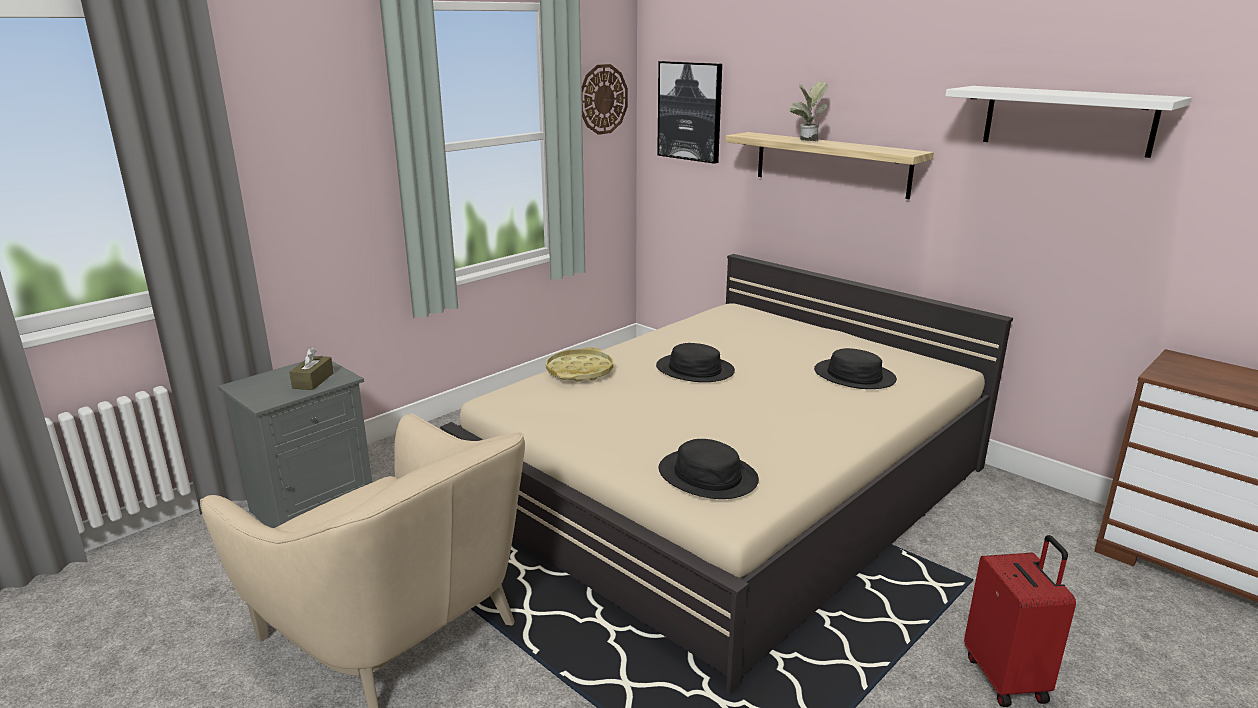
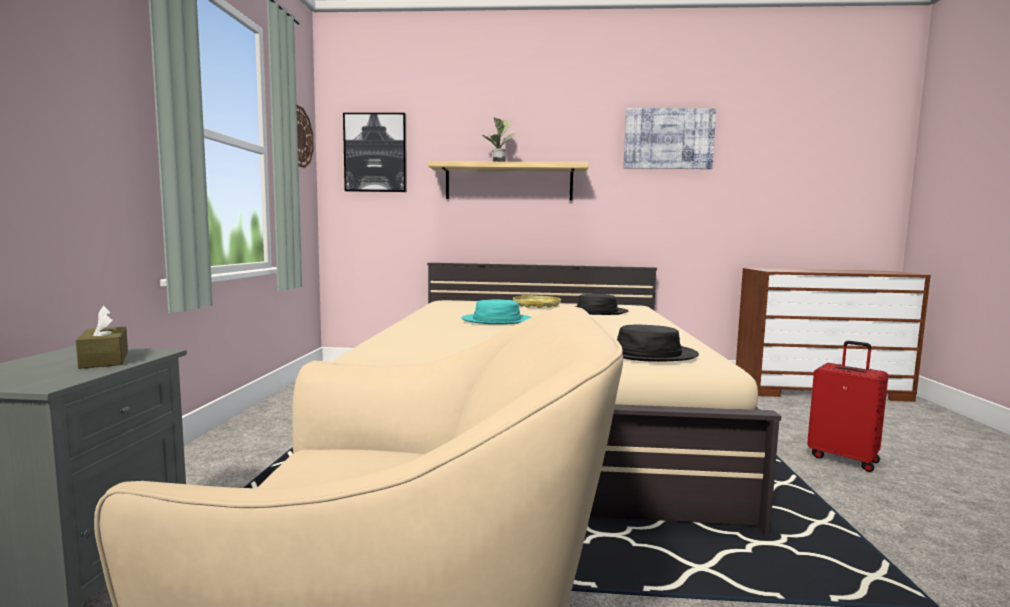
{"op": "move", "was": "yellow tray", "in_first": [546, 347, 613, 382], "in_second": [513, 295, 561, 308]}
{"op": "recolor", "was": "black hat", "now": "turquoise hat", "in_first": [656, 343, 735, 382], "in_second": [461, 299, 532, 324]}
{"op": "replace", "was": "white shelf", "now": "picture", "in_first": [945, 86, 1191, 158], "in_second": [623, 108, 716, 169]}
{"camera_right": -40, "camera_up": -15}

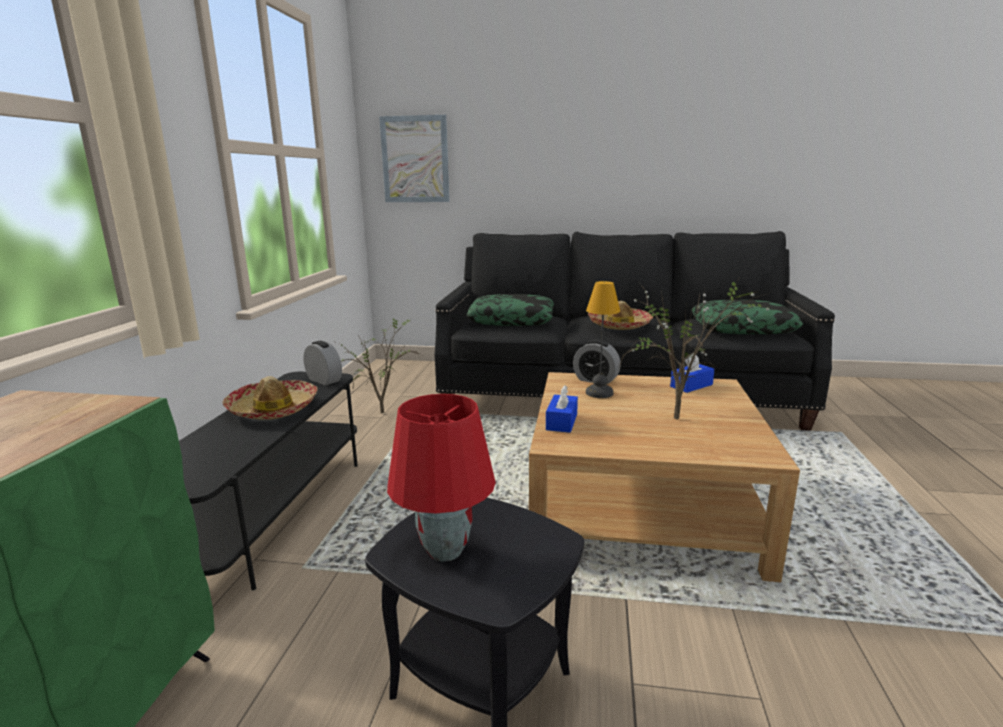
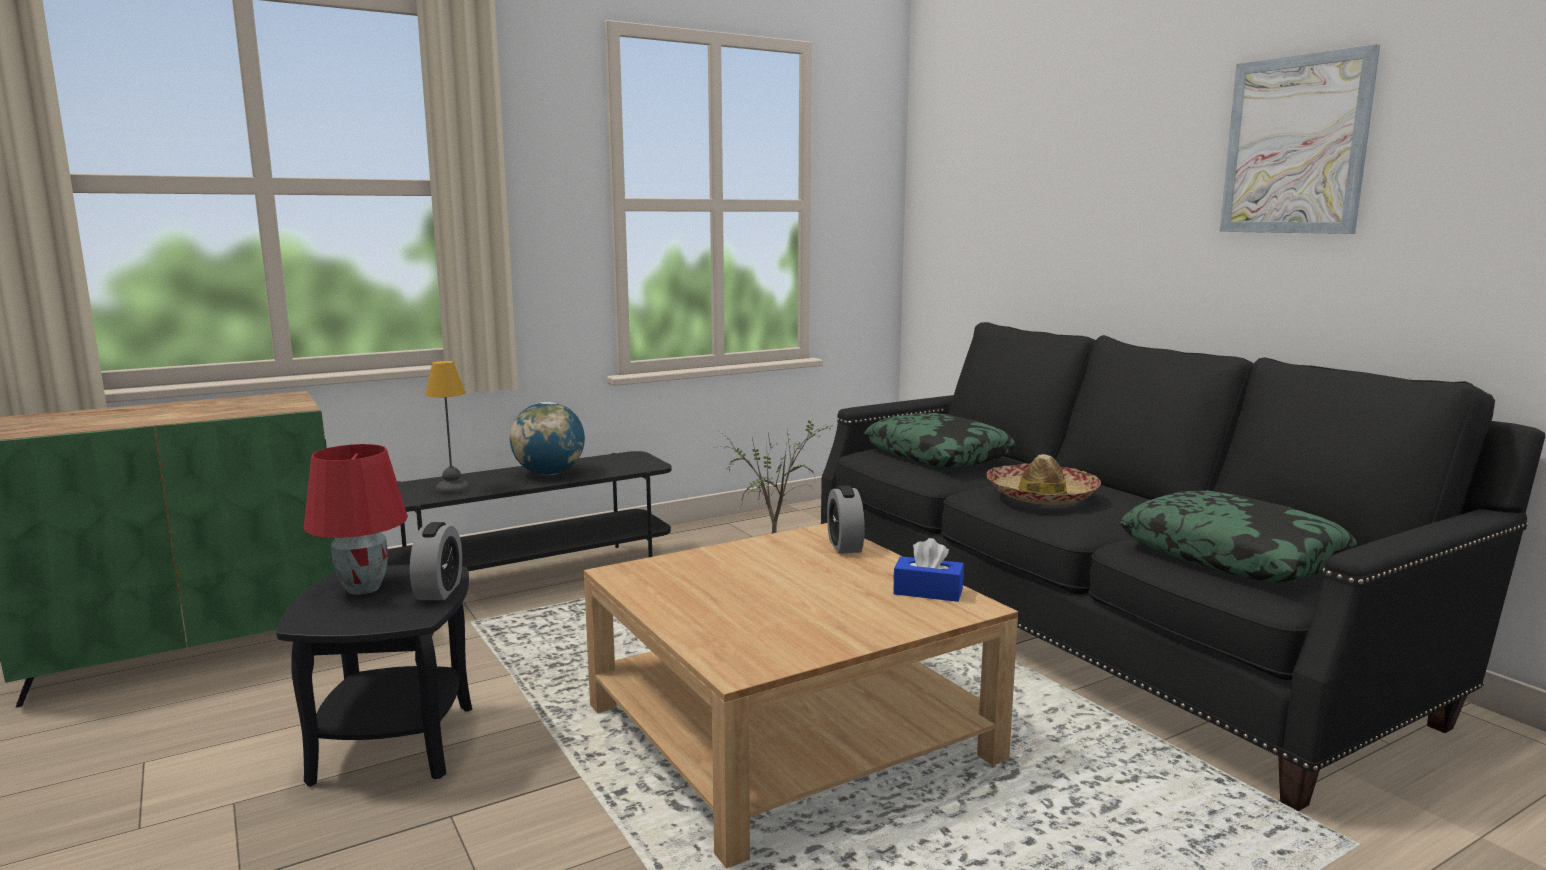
{"op": "replace", "was": "hat", "now": "globe", "in_first": [223, 376, 317, 420], "in_second": [510, 402, 585, 475]}
{"op": "move", "was": "alarm clock", "in_first": [303, 341, 342, 386], "in_second": [410, 522, 462, 600]}
{"op": "move", "was": "picture", "in_first": [379, 115, 450, 202], "in_second": [1219, 44, 1380, 234]}
{"op": "delete", "was": "blue tissue box", "in_first": [546, 385, 578, 433]}
{"op": "move", "was": "table lamp", "in_first": [586, 281, 620, 398], "in_second": [425, 361, 469, 494]}
{"op": "delete", "was": "potted plant", "in_first": [618, 274, 772, 420]}
{"camera_right": 50, "camera_up": -5}

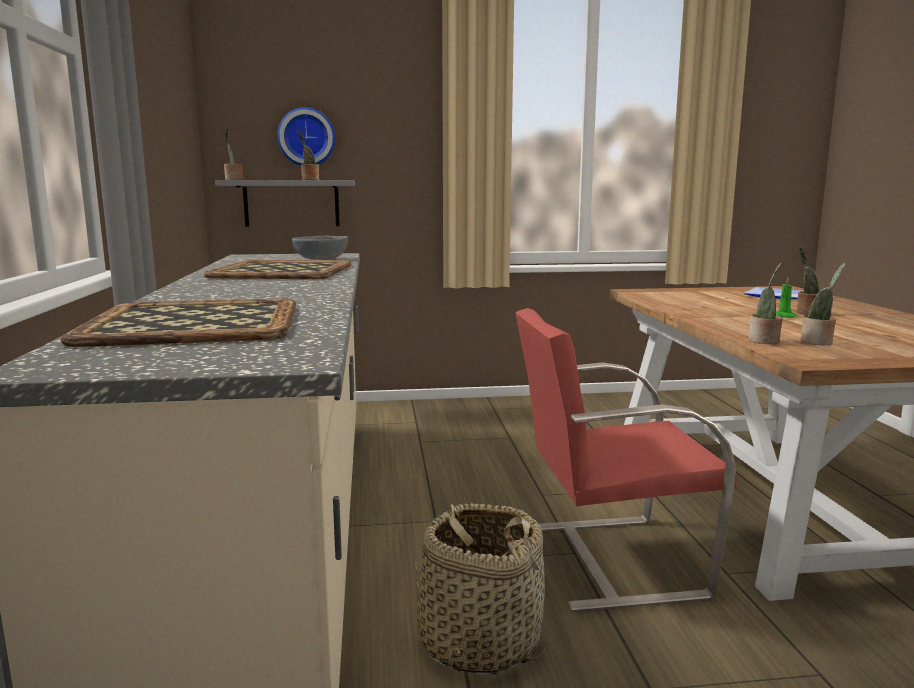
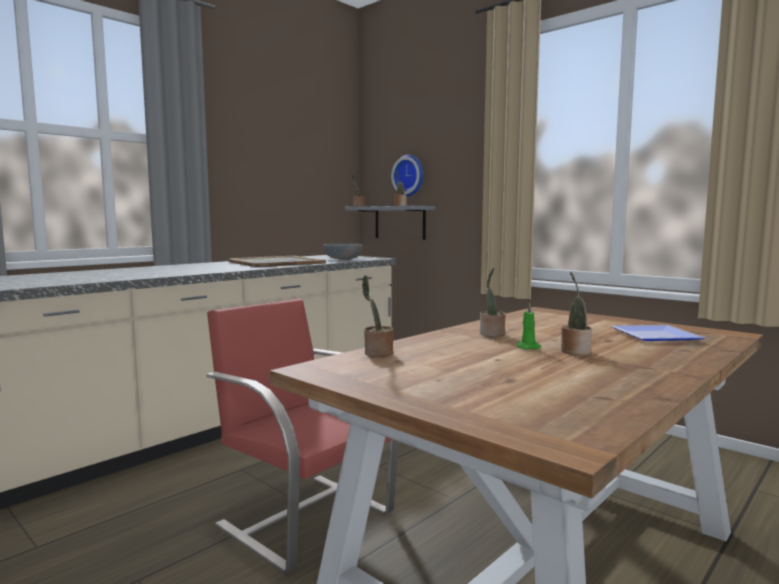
{"op": "delete", "was": "tray", "in_first": [60, 298, 296, 347]}
{"op": "delete", "was": "basket", "in_first": [415, 503, 547, 675]}
{"op": "move", "was": "potted plant", "in_first": [801, 263, 845, 345], "in_second": [480, 267, 506, 337]}
{"camera_right": 50, "camera_up": -5}

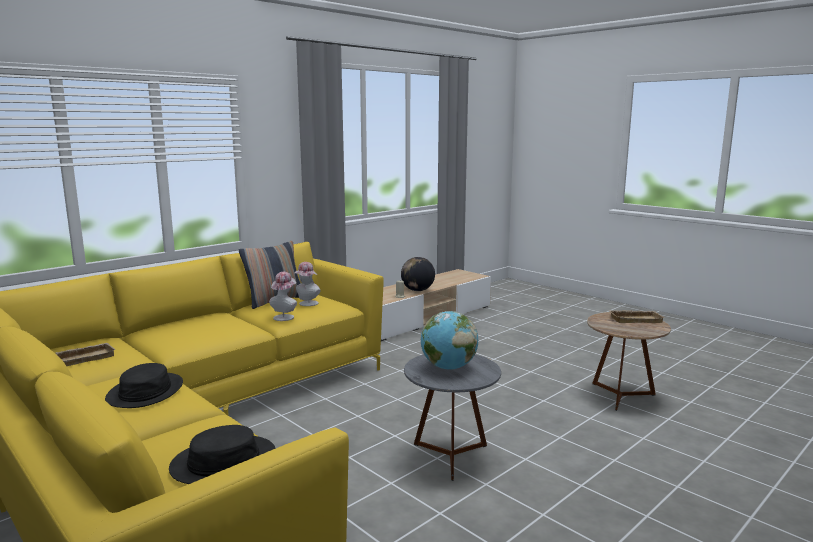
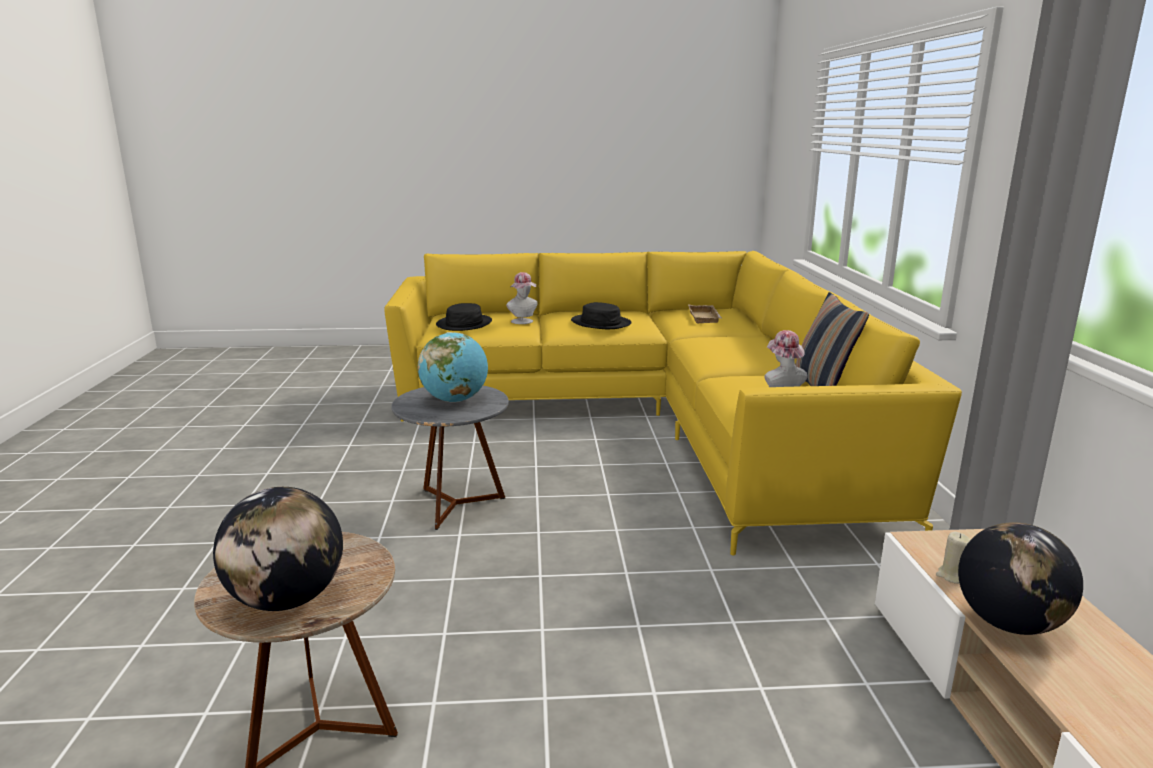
{"op": "move", "was": "hat", "in_first": [269, 272, 297, 321], "in_second": [506, 272, 538, 324]}
{"op": "replace", "was": "beige tray", "now": "globe", "in_first": [609, 310, 665, 323], "in_second": [213, 487, 343, 611]}
{"camera_right": 130, "camera_up": 5}

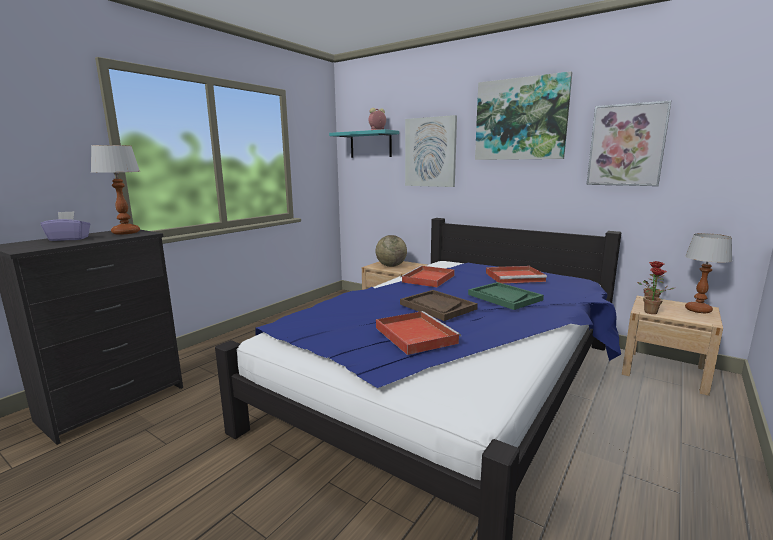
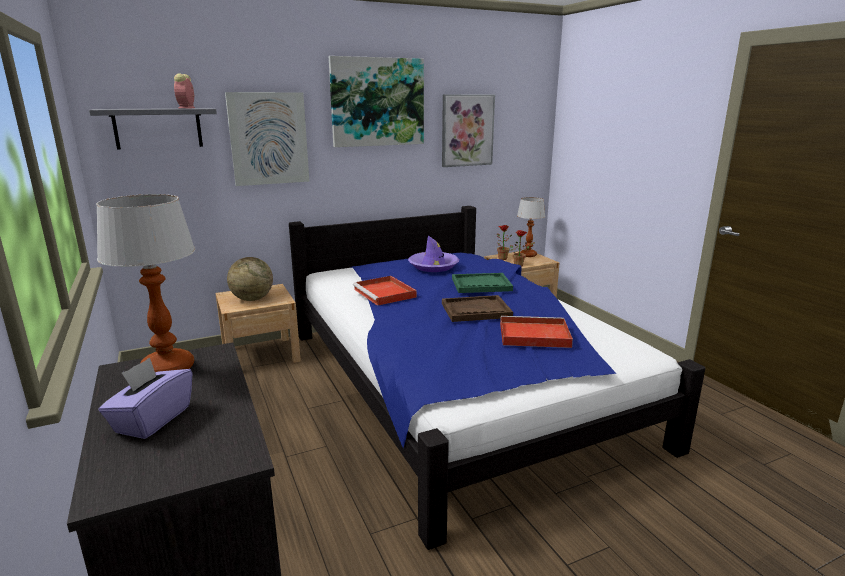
{"op": "recolor", "was": "turquoise shelf", "now": "grey shelf", "in_first": [329, 129, 399, 158], "in_second": [89, 108, 217, 149]}
{"op": "replace", "was": "red tray", "now": "purple hat", "in_first": [486, 266, 547, 283], "in_second": [408, 235, 459, 272]}
{"camera_right": -60, "camera_up": 5}

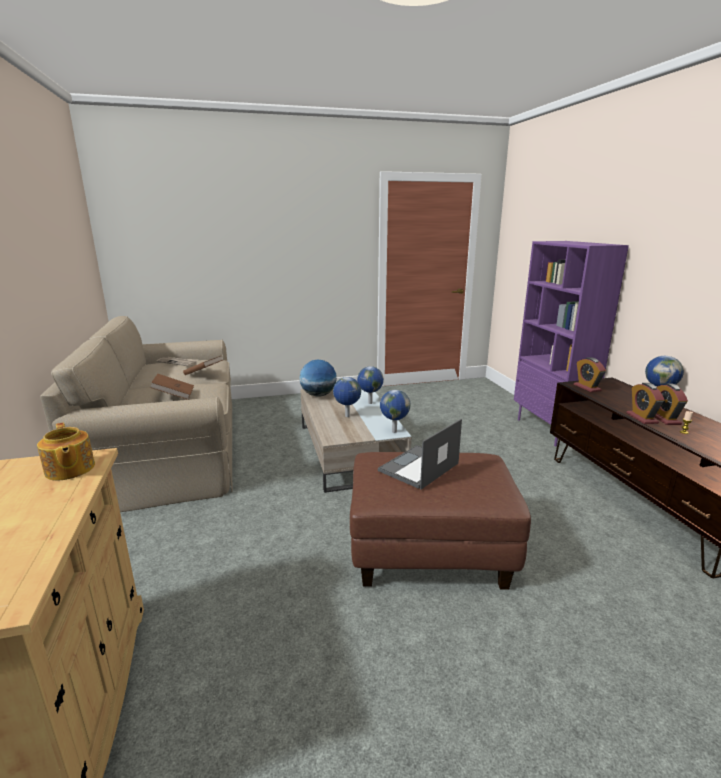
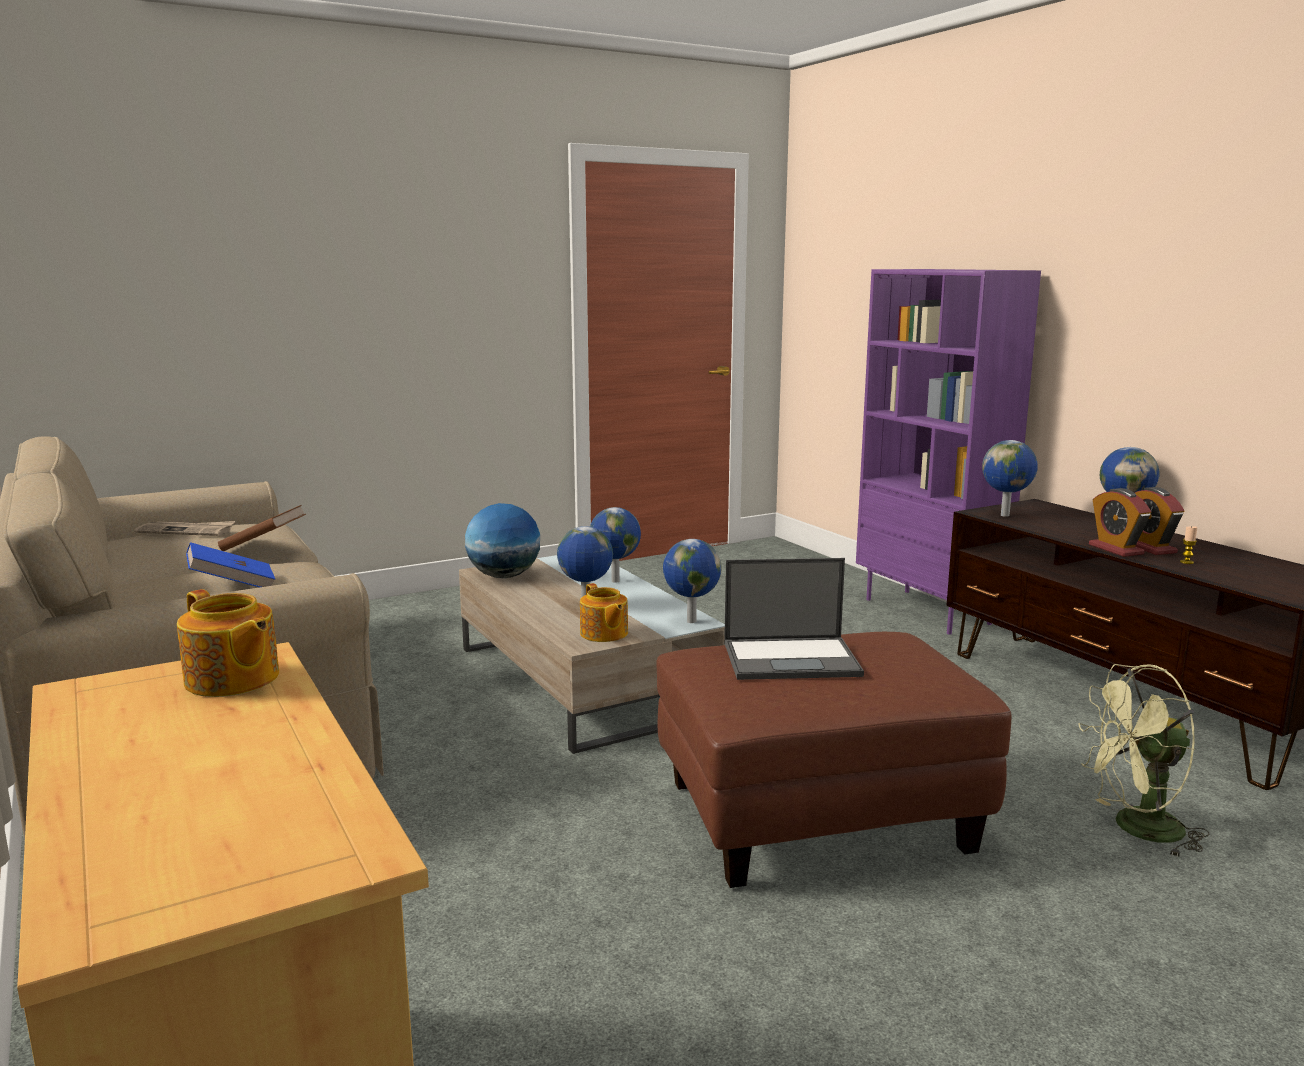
{"op": "recolor", "was": "brown book", "now": "blue book", "in_first": [150, 374, 194, 400], "in_second": [186, 542, 275, 587]}
{"op": "rotate", "was": "laptop", "in_first": [378, 419, 462, 490], "in_second": [724, 558, 864, 680], "clockwise": -120}
{"op": "replace", "was": "alarm clock", "now": "globe", "in_first": [574, 357, 606, 392], "in_second": [982, 440, 1038, 517]}
{"op": "insert", "now": "teapot", "in_second": [580, 583, 628, 642]}
{"op": "insert", "now": "green fan", "in_second": [1078, 664, 1210, 858]}
{"camera_right": -15, "camera_up": -5}

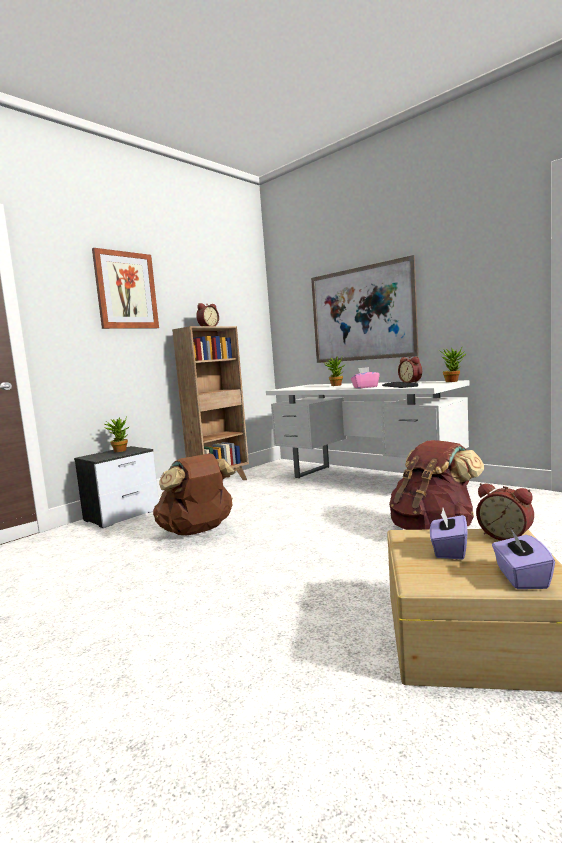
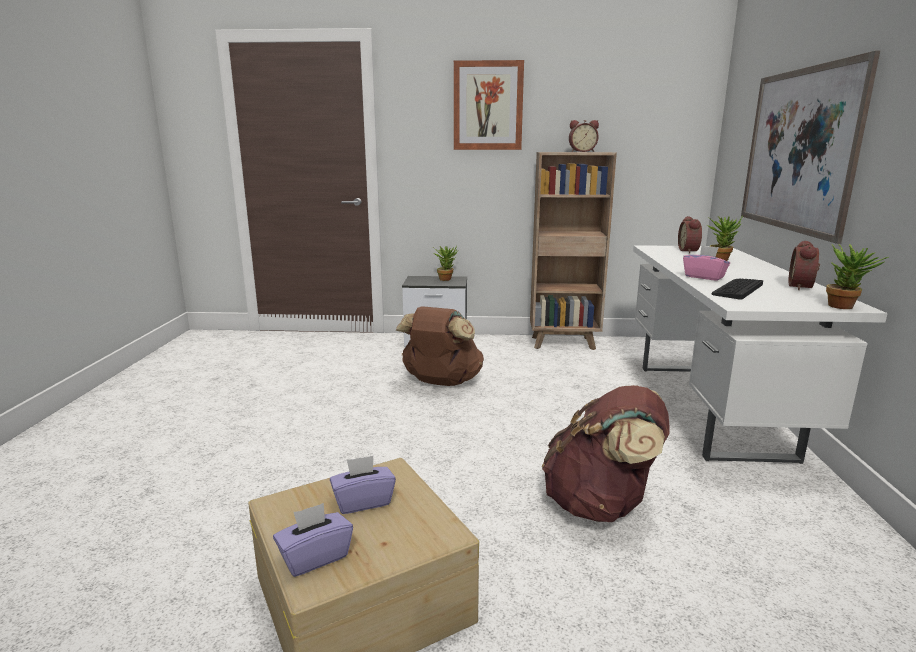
{"op": "move", "was": "alarm clock", "in_first": [476, 483, 534, 541], "in_second": [678, 216, 702, 253]}
{"camera_right": 50, "camera_up": 10}

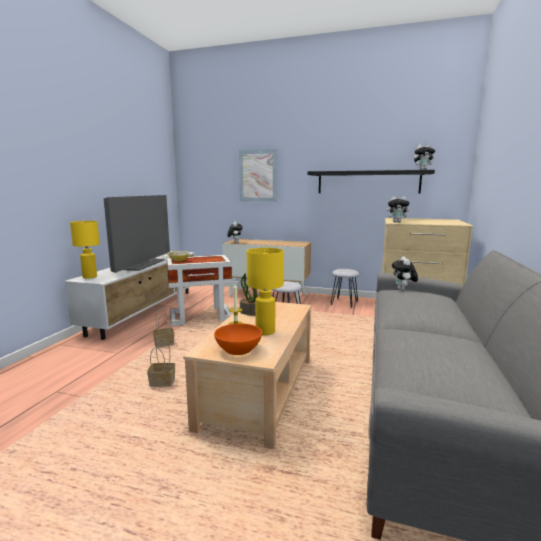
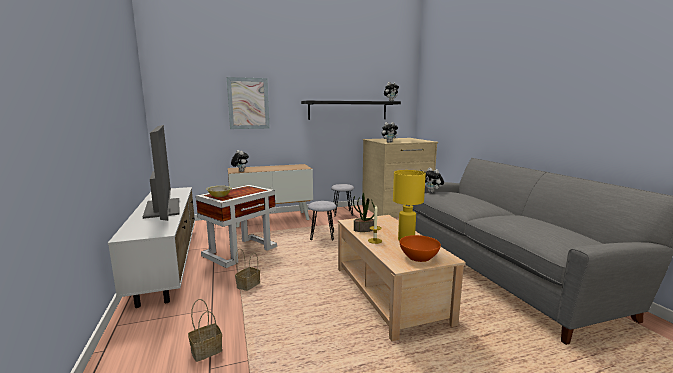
{"op": "delete", "was": "yellow table lamp", "in_first": [70, 221, 100, 279]}
{"op": "move", "was": "basket", "in_first": [147, 338, 175, 387], "in_second": [188, 299, 222, 362]}
{"camera_right": -35, "camera_up": 0}

